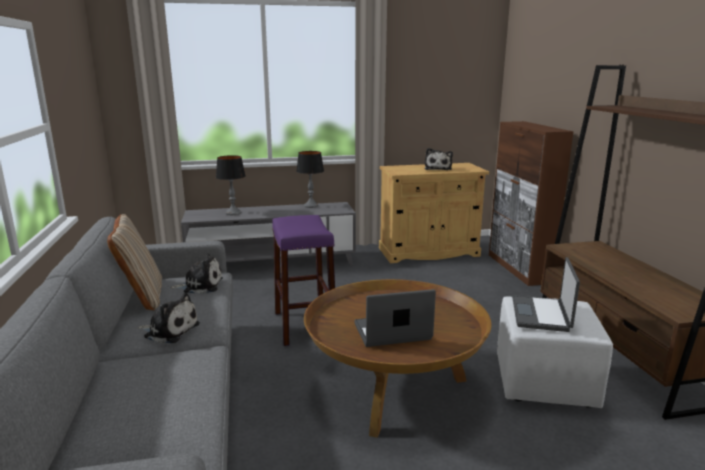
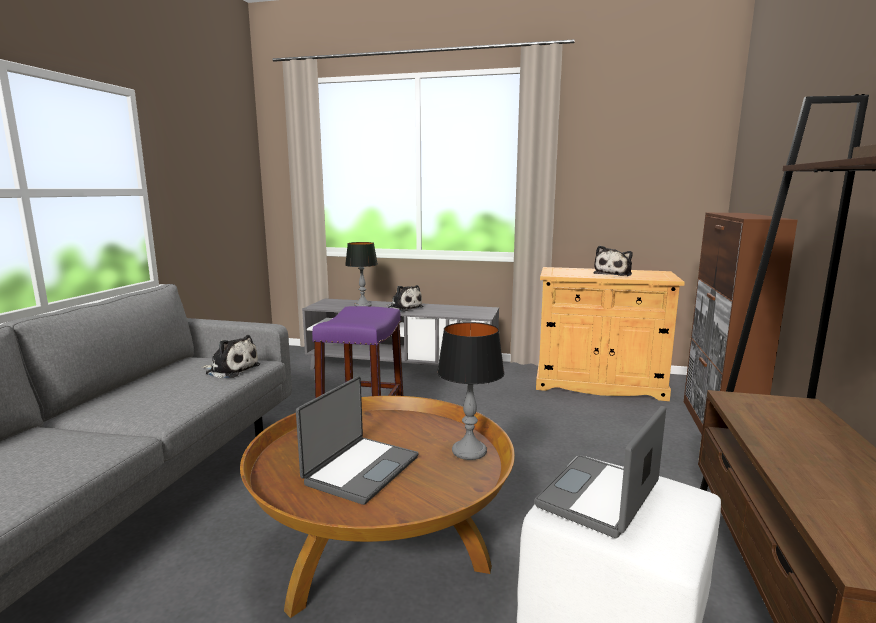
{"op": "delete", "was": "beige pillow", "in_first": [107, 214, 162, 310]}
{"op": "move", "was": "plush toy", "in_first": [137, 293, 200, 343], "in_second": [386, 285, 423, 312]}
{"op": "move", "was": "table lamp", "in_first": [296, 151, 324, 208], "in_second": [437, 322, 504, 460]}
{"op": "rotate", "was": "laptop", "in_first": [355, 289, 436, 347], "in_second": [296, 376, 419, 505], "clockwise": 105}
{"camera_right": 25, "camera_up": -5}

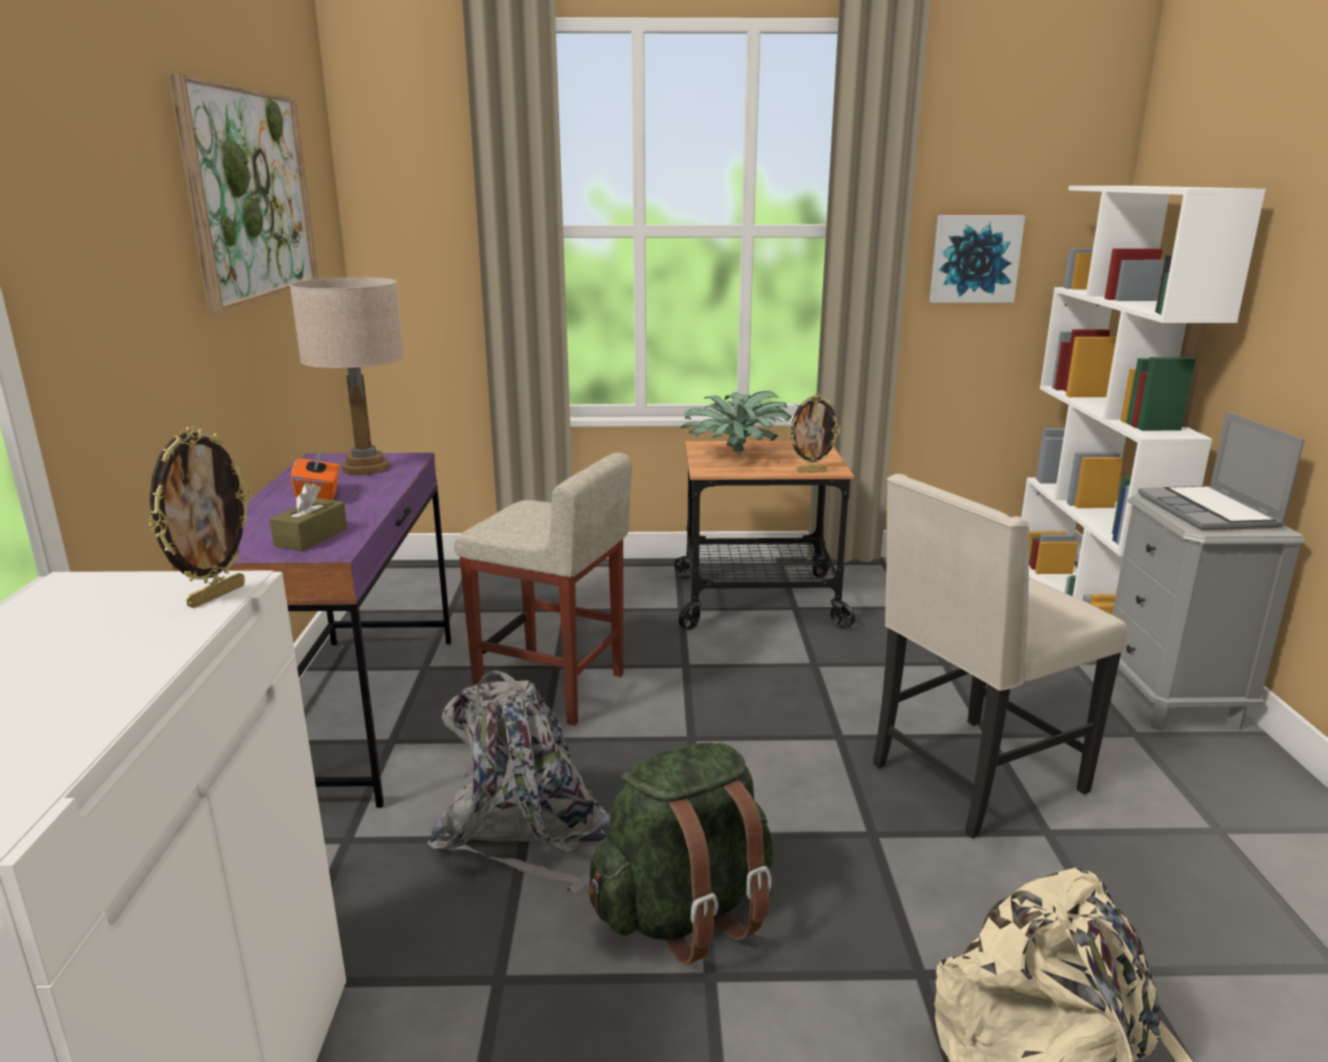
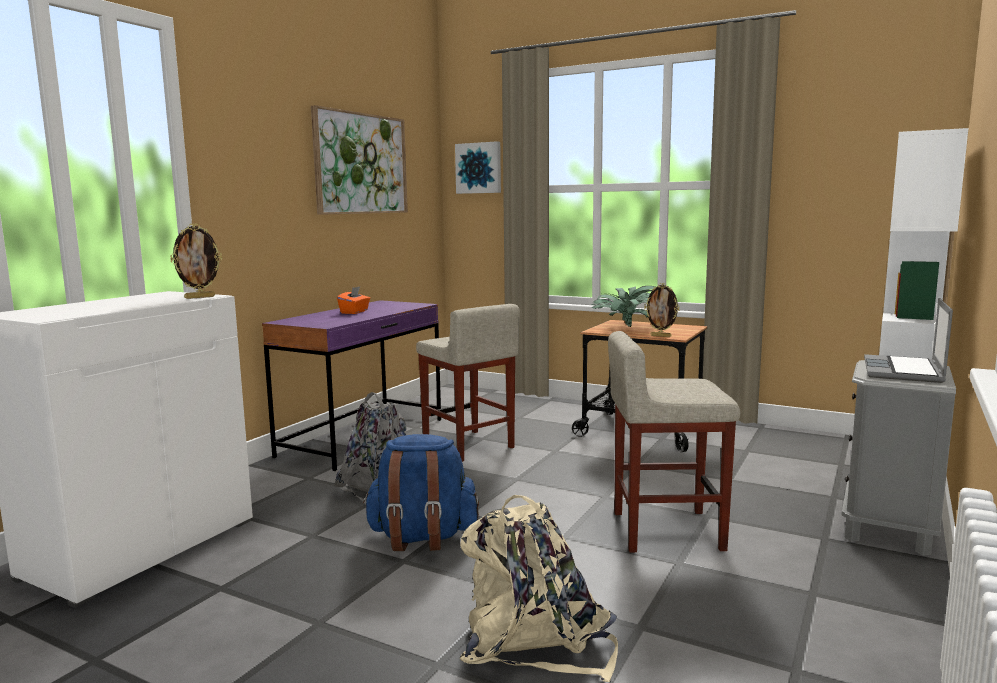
{"op": "delete", "was": "brown tissue box", "in_first": [270, 483, 347, 551]}
{"op": "delete", "was": "beige table lamp", "in_first": [290, 277, 404, 475]}
{"op": "recolor", "was": "green backpack", "now": "blue backpack", "in_first": [588, 743, 774, 965], "in_second": [363, 434, 479, 551]}
{"op": "replace", "was": "beige chair", "now": "beige stool", "in_first": [873, 474, 1127, 839], "in_second": [608, 331, 740, 552]}
{"op": "move", "was": "picture", "in_first": [929, 215, 1025, 303], "in_second": [455, 141, 501, 194]}
{"camera_right": 30, "camera_up": -10}

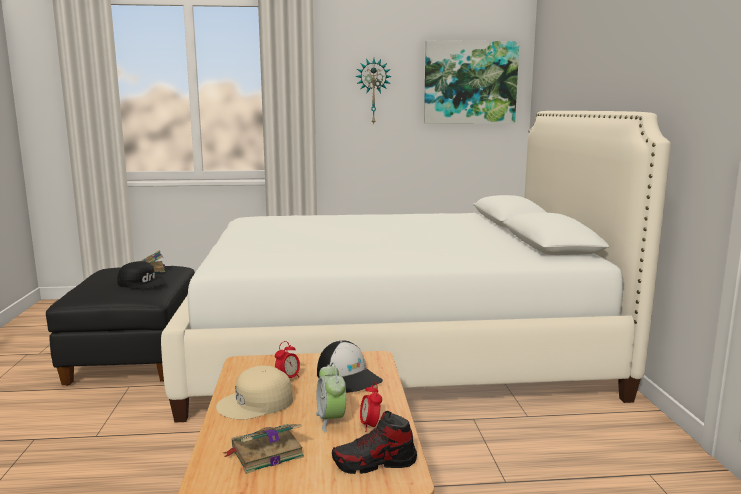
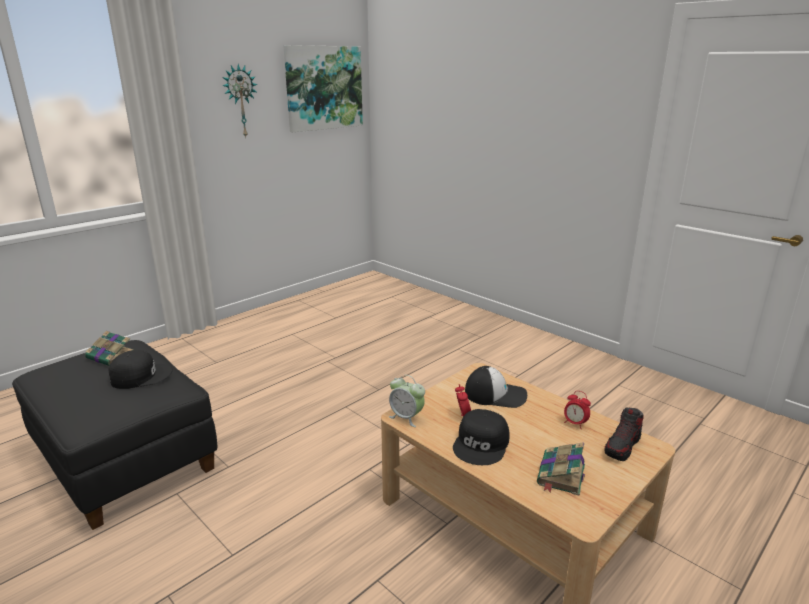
{"op": "delete", "was": "white bed", "in_first": [161, 111, 671, 423]}
{"op": "recolor", "was": "beige cap", "now": "black cap", "in_first": [216, 365, 293, 420], "in_second": [453, 409, 510, 465]}
{"op": "move", "was": "alarm clock", "in_first": [316, 362, 346, 432], "in_second": [389, 375, 425, 427]}
{"camera_right": -40, "camera_up": 10}

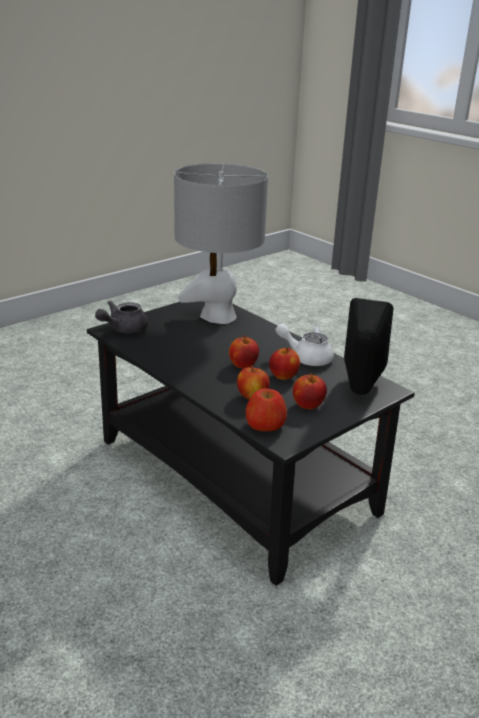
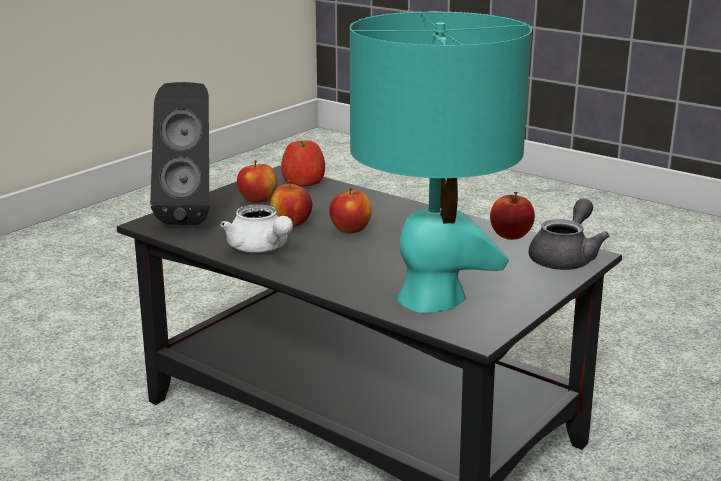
{"op": "recolor", "was": "grey table lamp", "now": "turquoise table lamp", "in_first": [174, 163, 268, 324], "in_second": [350, 11, 532, 313]}
{"op": "move", "was": "apple", "in_first": [237, 366, 270, 400], "in_second": [490, 192, 535, 240]}
{"op": "rotate", "was": "white teapot", "in_first": [276, 324, 334, 366], "in_second": [220, 204, 293, 253], "clockwise": 45}
{"camera_right": 170, "camera_up": -5}

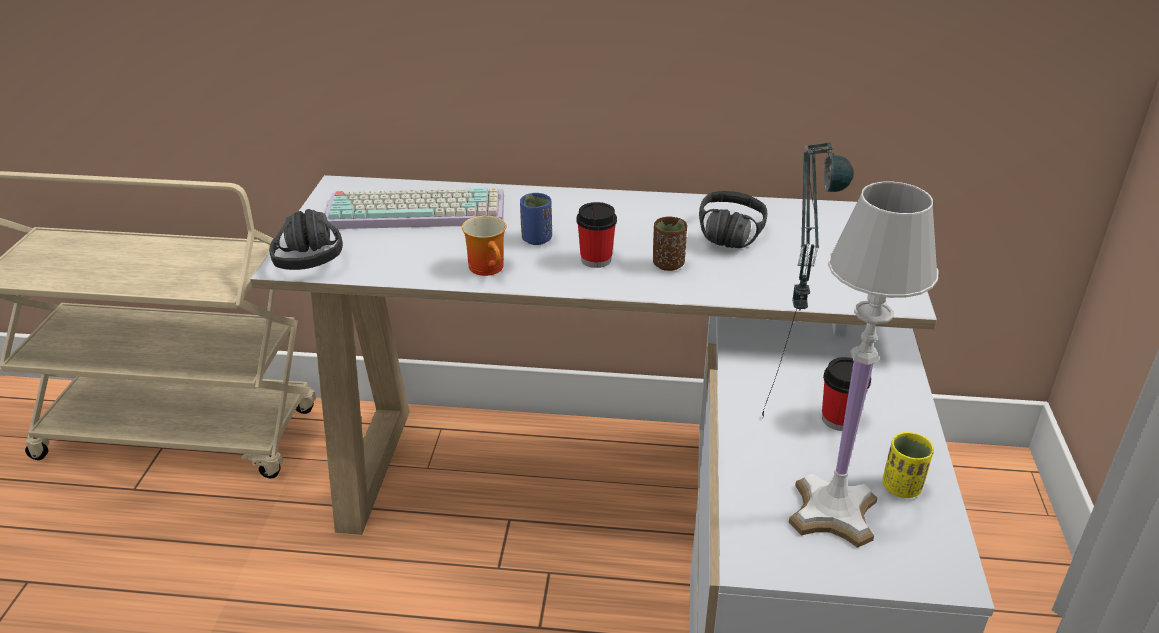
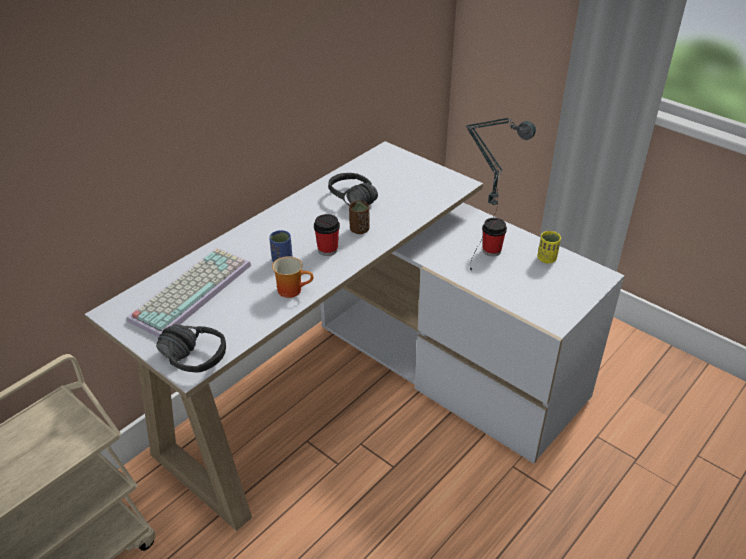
{"op": "delete", "was": "white table lamp", "in_first": [789, 182, 938, 548]}
{"camera_right": -55, "camera_up": 5}

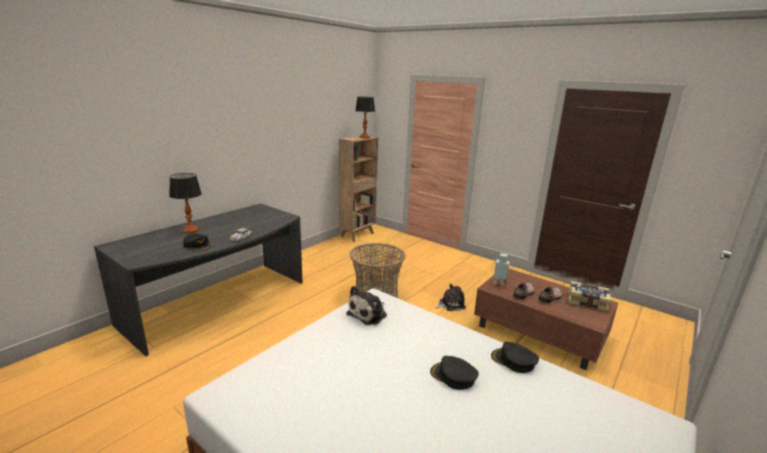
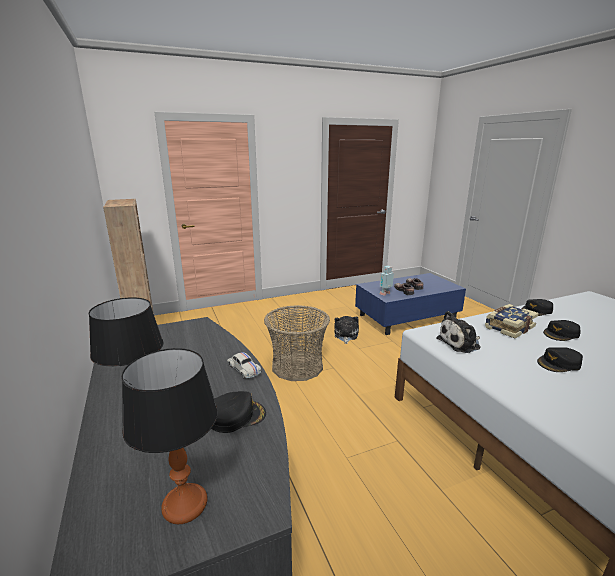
{"op": "rotate", "was": "plush toy", "in_first": [346, 286, 387, 325], "in_second": [437, 311, 481, 353], "clockwise": 90}
{"op": "move", "was": "table lamp", "in_first": [355, 96, 375, 138], "in_second": [122, 348, 218, 524]}
{"op": "recolor", "was": "brown coffee table", "now": "blue coffee table", "in_first": [474, 269, 618, 370], "in_second": [355, 273, 466, 335]}
{"op": "move", "was": "book", "in_first": [568, 281, 612, 312], "in_second": [485, 304, 539, 339]}
{"op": "insert", "now": "black cap", "in_second": [537, 347, 583, 372]}
{"camera_right": -60, "camera_up": 0}

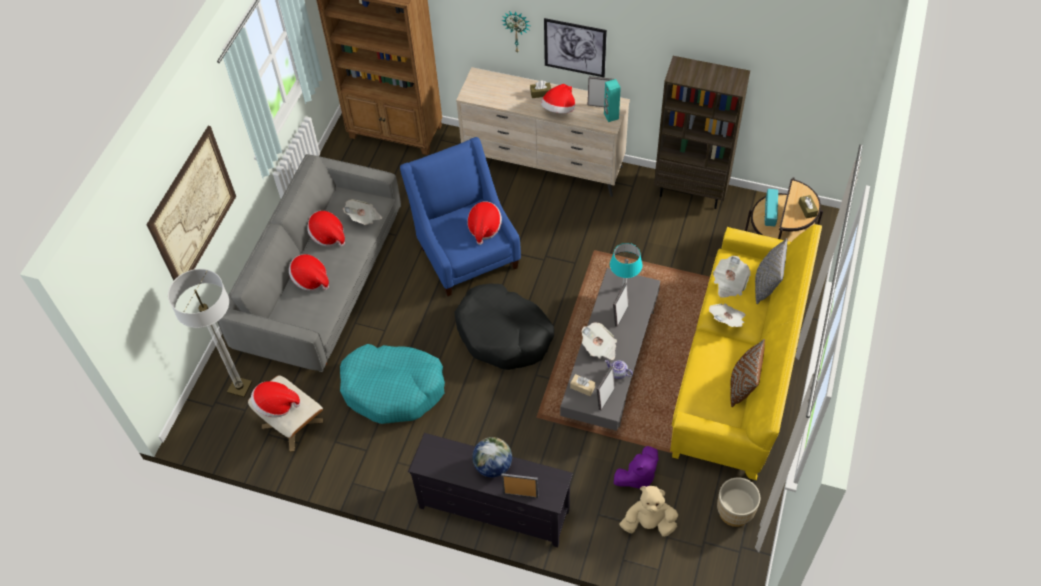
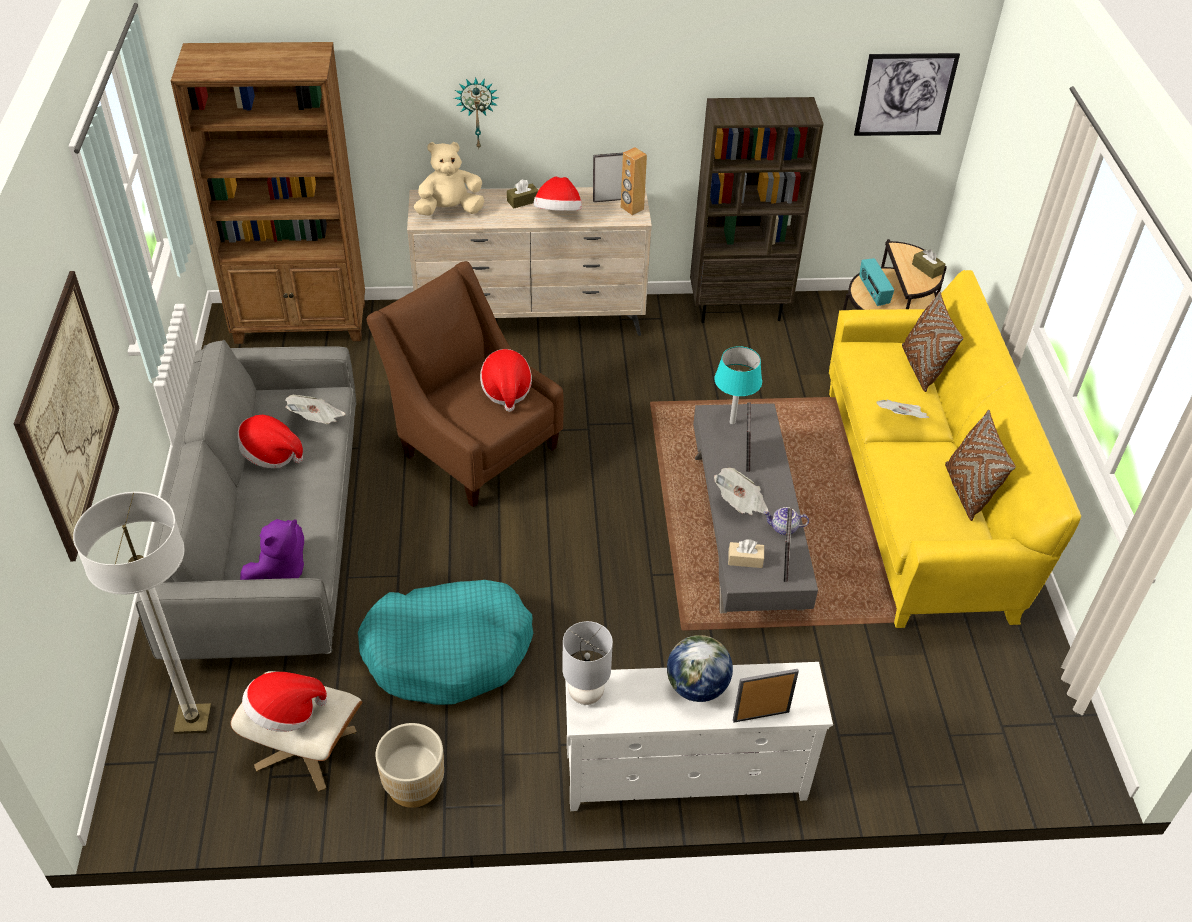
{"op": "delete", "was": "hat", "in_first": [289, 254, 329, 291]}
{"op": "recolor", "was": "blue armchair", "now": "brown armchair", "in_first": [400, 137, 521, 296], "in_second": [366, 261, 564, 507]}
{"op": "recolor", "was": "black tv stand", "now": "white tv stand", "in_first": [408, 433, 573, 548], "in_second": [565, 662, 833, 811]}
{"op": "delete", "was": "black dog bed", "in_first": [454, 284, 554, 370]}
{"op": "move", "was": "picture", "in_first": [544, 18, 607, 77], "in_second": [854, 53, 960, 136]}
{"op": "recolor", "was": "turquoise speaker", "now": "brown speaker", "in_first": [604, 79, 621, 122], "in_second": [621, 147, 647, 215]}
{"op": "move", "was": "purple plush toy", "in_first": [614, 446, 659, 489], "in_second": [240, 519, 304, 580]}
{"op": "move", "was": "beige plush toy", "in_first": [620, 486, 678, 537], "in_second": [414, 142, 484, 216]}
{"op": "delete", "was": "newspaper", "in_first": [713, 256, 751, 298]}
{"op": "move", "was": "beige planter", "in_first": [717, 477, 760, 527], "in_second": [376, 723, 444, 808]}
{"op": "recolor", "was": "grey pillow", "now": "brown pillow", "in_first": [755, 238, 788, 304], "in_second": [902, 292, 963, 392]}
{"op": "insert", "now": "grey table lamp", "in_second": [562, 621, 613, 705]}
{"camera_right": -25, "camera_up": -10}

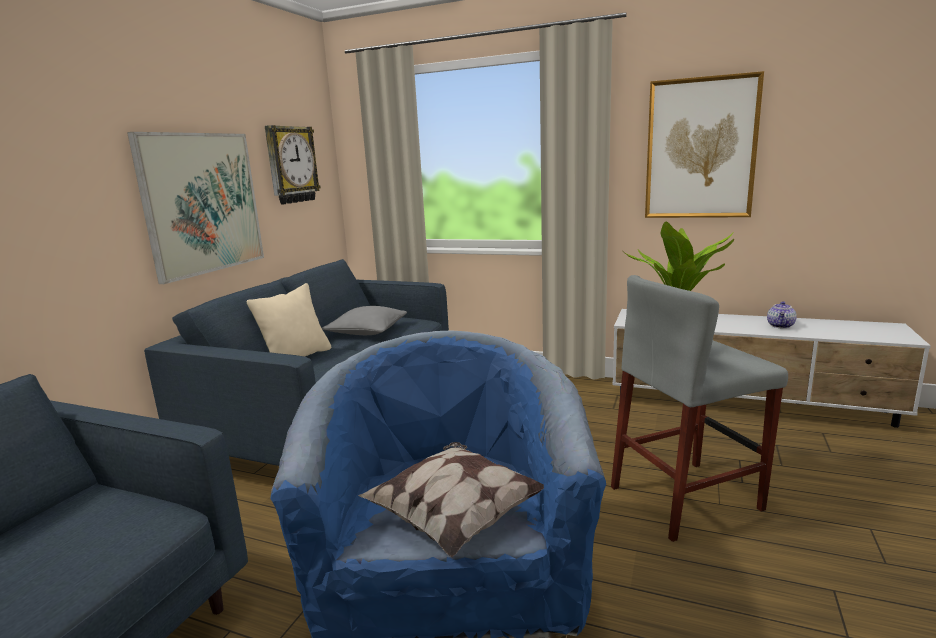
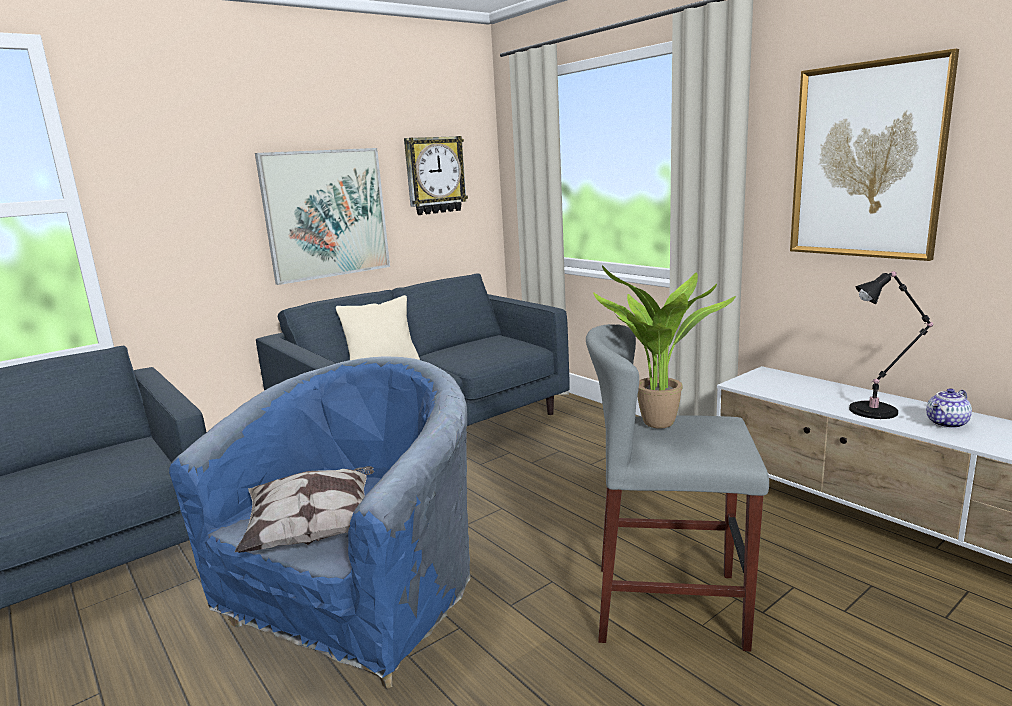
{"op": "delete", "was": "grey pillow", "in_first": [322, 306, 407, 335]}
{"op": "insert", "now": "black table lamp", "in_second": [849, 271, 933, 419]}
{"camera_right": 30, "camera_up": 0}

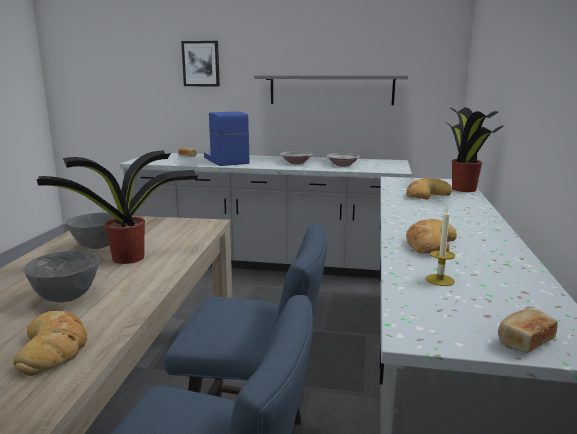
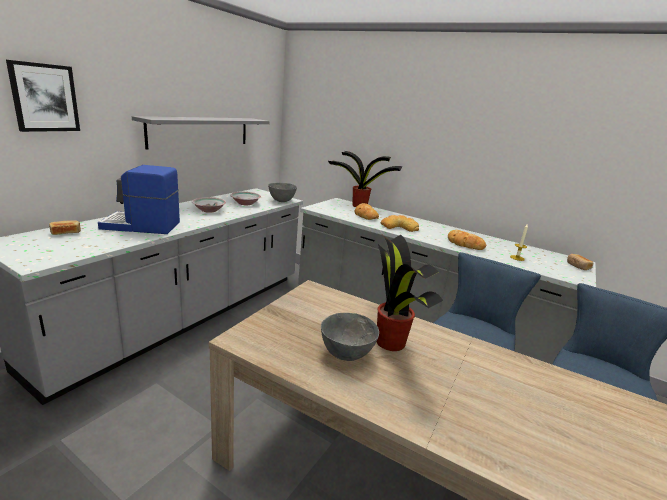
{"op": "move", "was": "bread", "in_first": [13, 311, 87, 376], "in_second": [381, 215, 419, 232]}
{"op": "move", "was": "grey bowl", "in_first": [23, 251, 99, 302], "in_second": [268, 183, 297, 202]}
{"camera_right": -70, "camera_up": 5}

